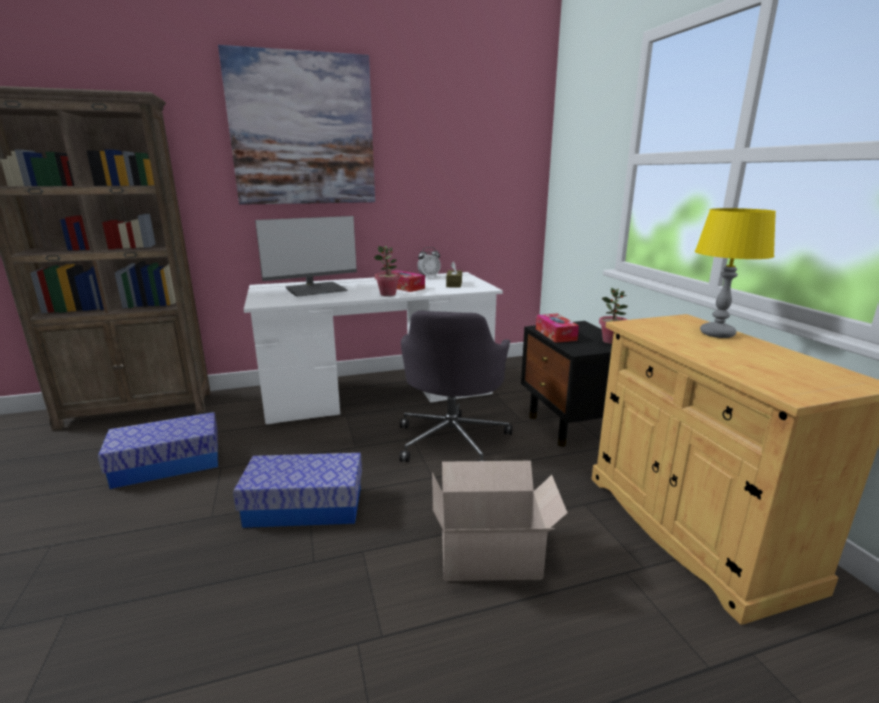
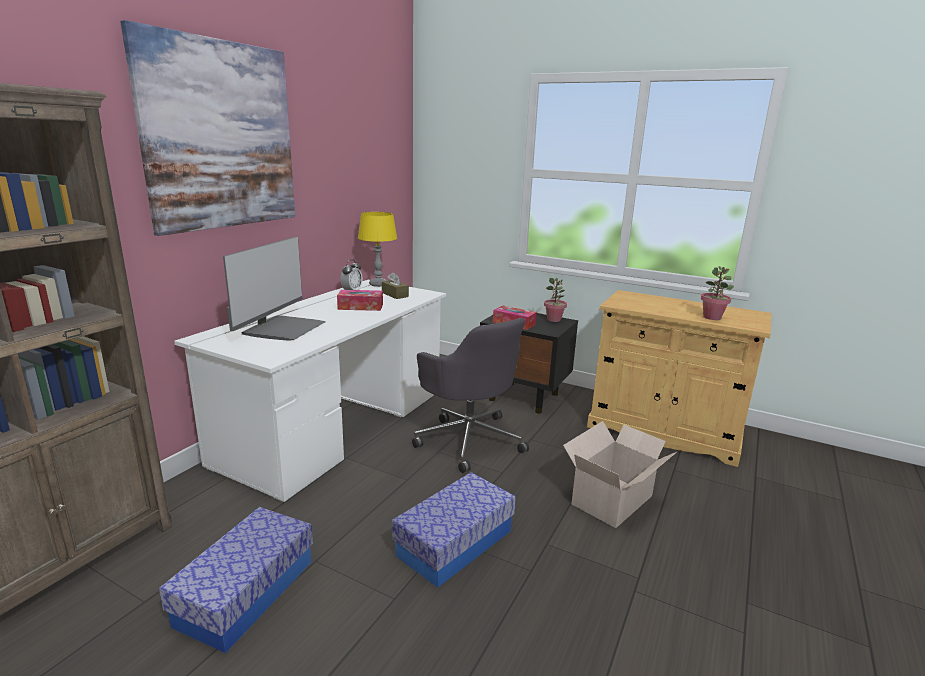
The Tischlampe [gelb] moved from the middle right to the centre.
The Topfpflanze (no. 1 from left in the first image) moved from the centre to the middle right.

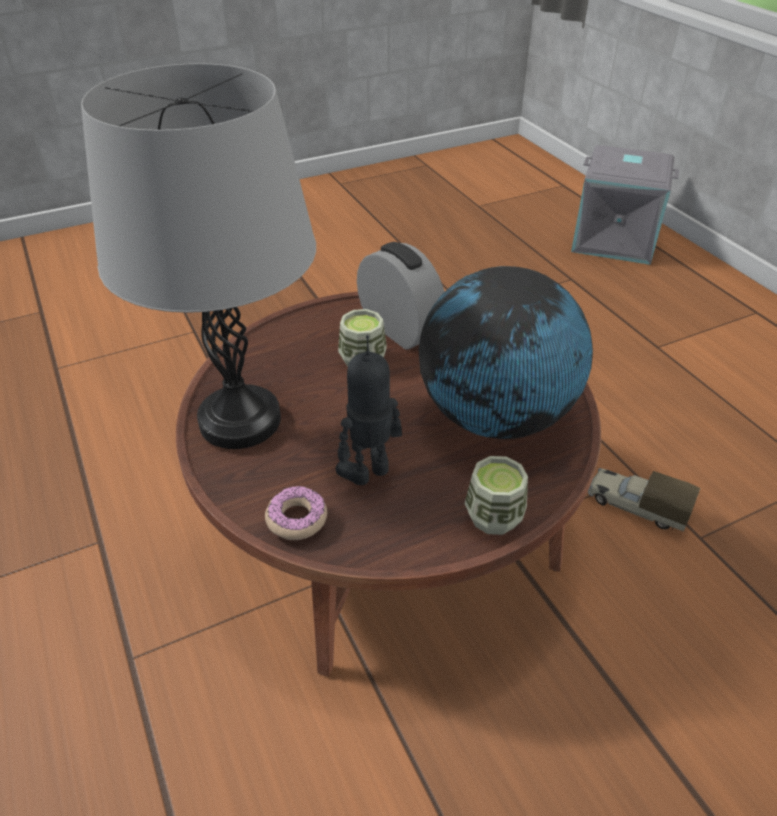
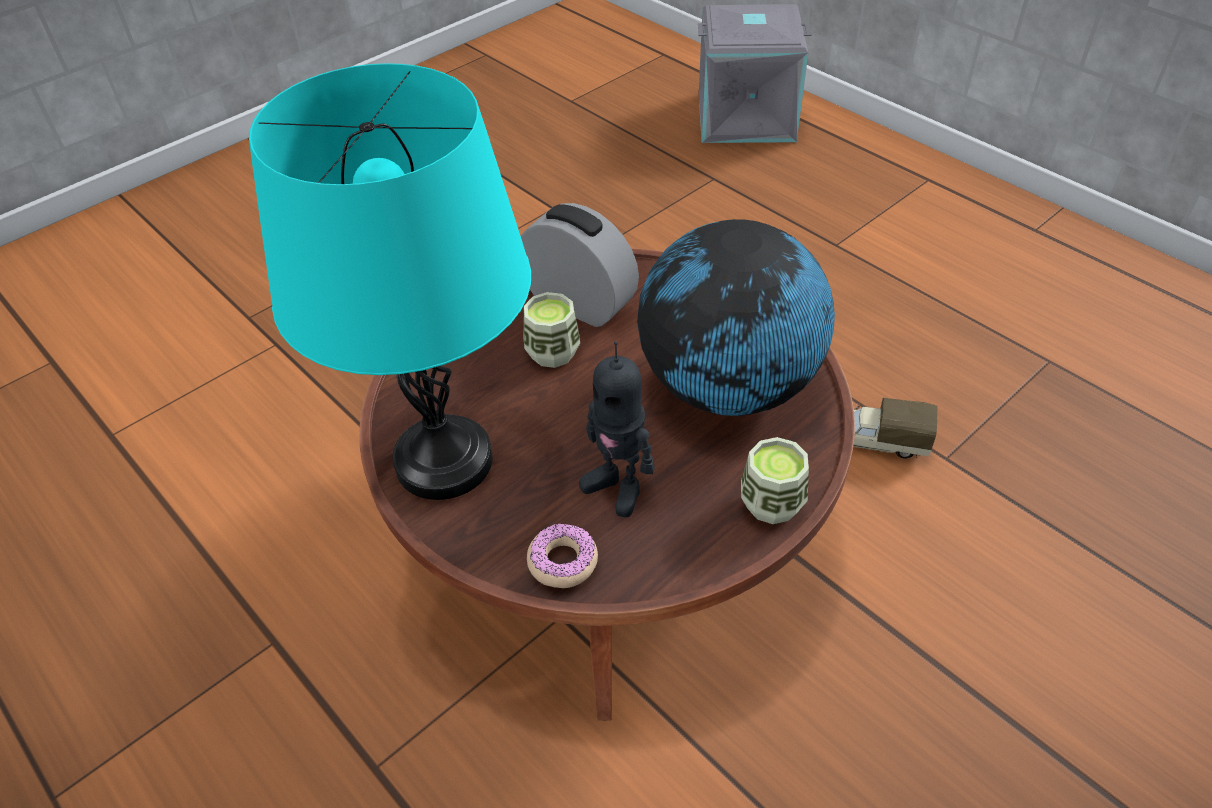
The Tischlampe [grau] at the top left became the Tischlampe [türkis] at the middle left.
The Spielzeugroboter at the centre turned 90 degrees counterclockwise.

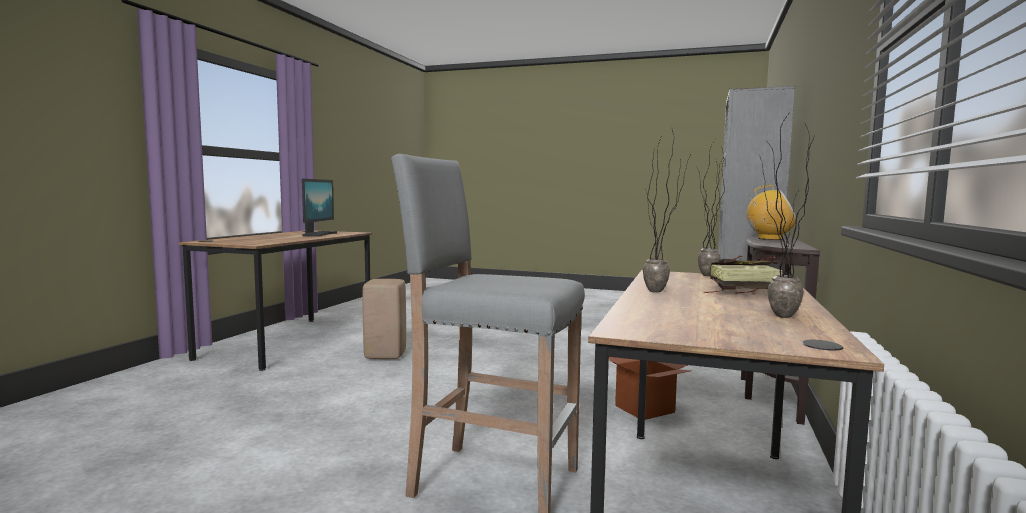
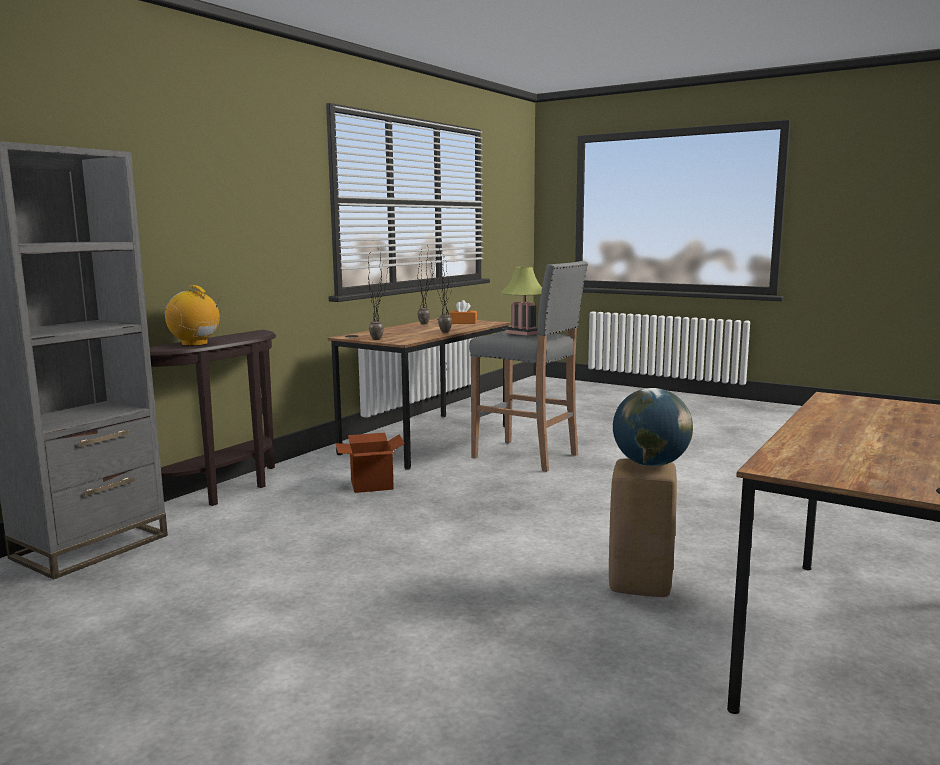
The Monitor at the middle left disappeared.
The Buch at the middle right disappeared.
The Tischlampe at the centre appeared.
The Taschentuchbox [orange] at the centre appeared.
The Globus at the middle right appeared.

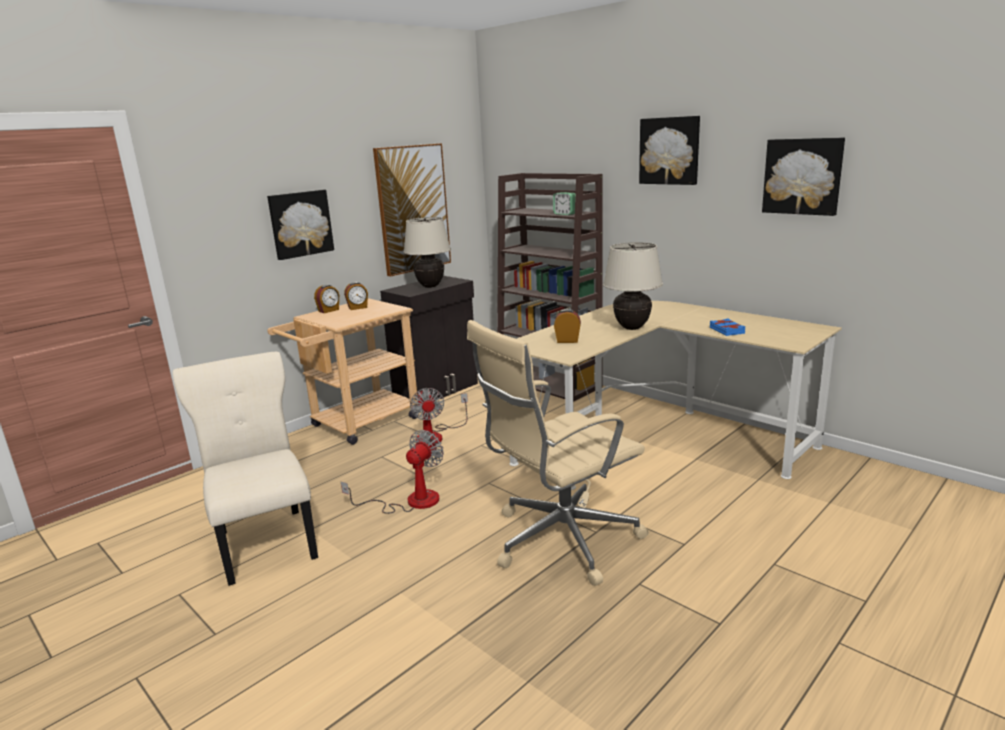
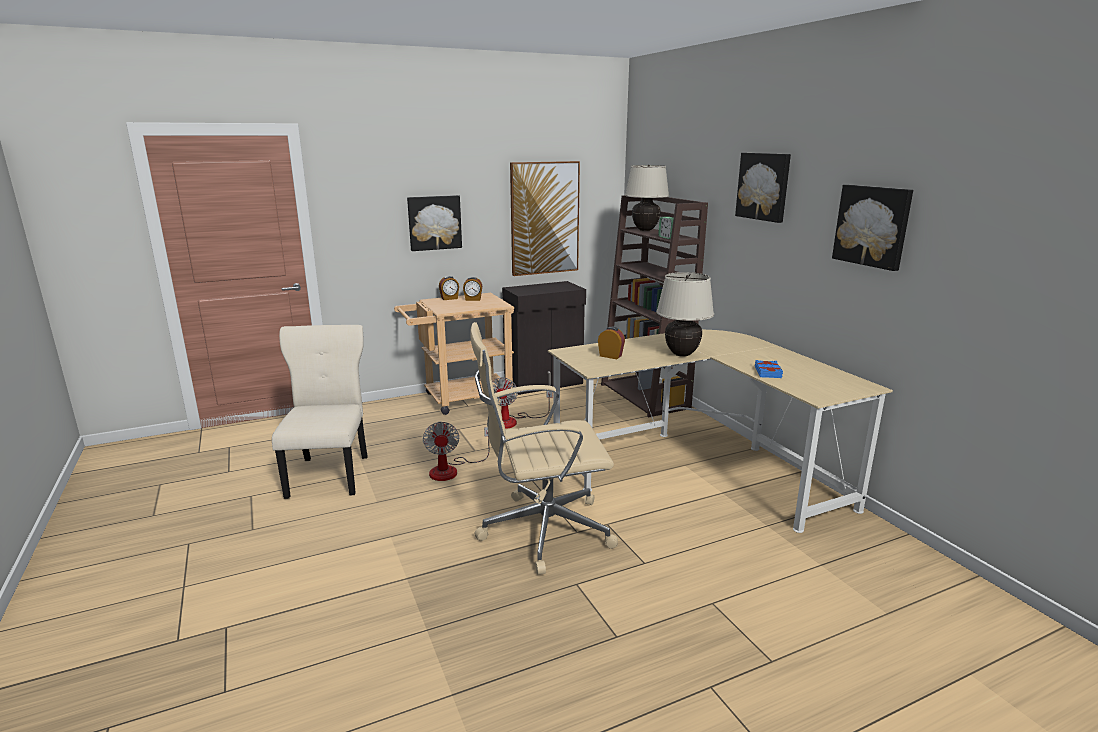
The Tischlampe [beige] (no. 1 from left) moved from the centre to the top centre.
The Ventilator (no. 1 from left) at the centre turned 120 degrees clockwise.

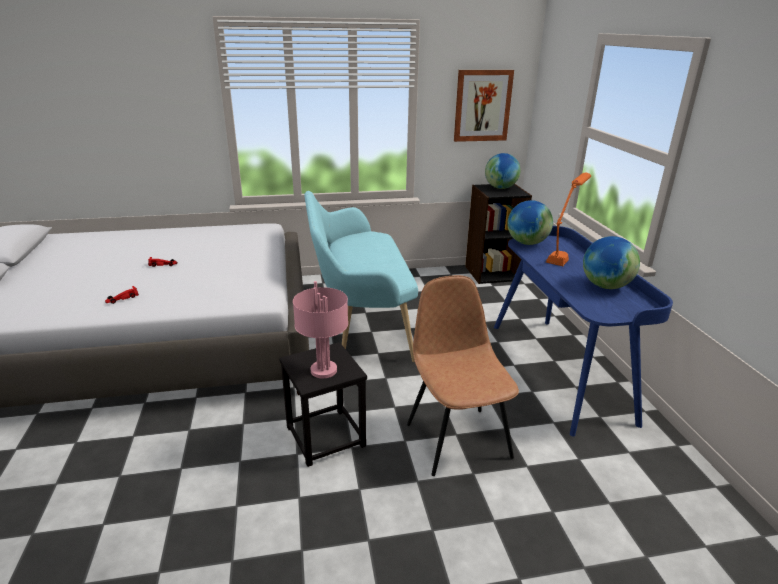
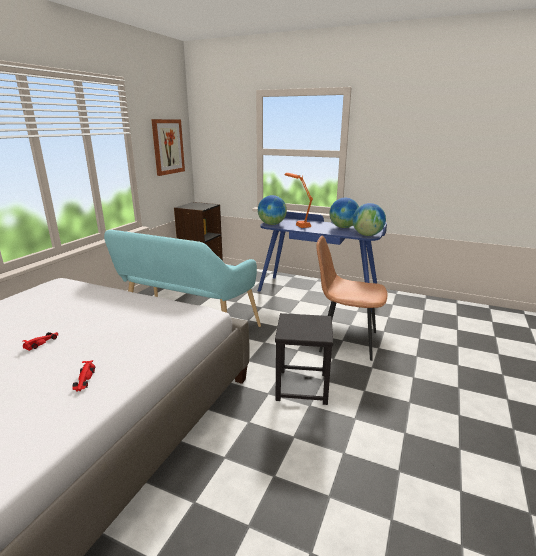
The Globus (no. 1 from left in the first image) moved from the top centre to the middle right.
The Tischlampe [rosa] at the centre disappeared.

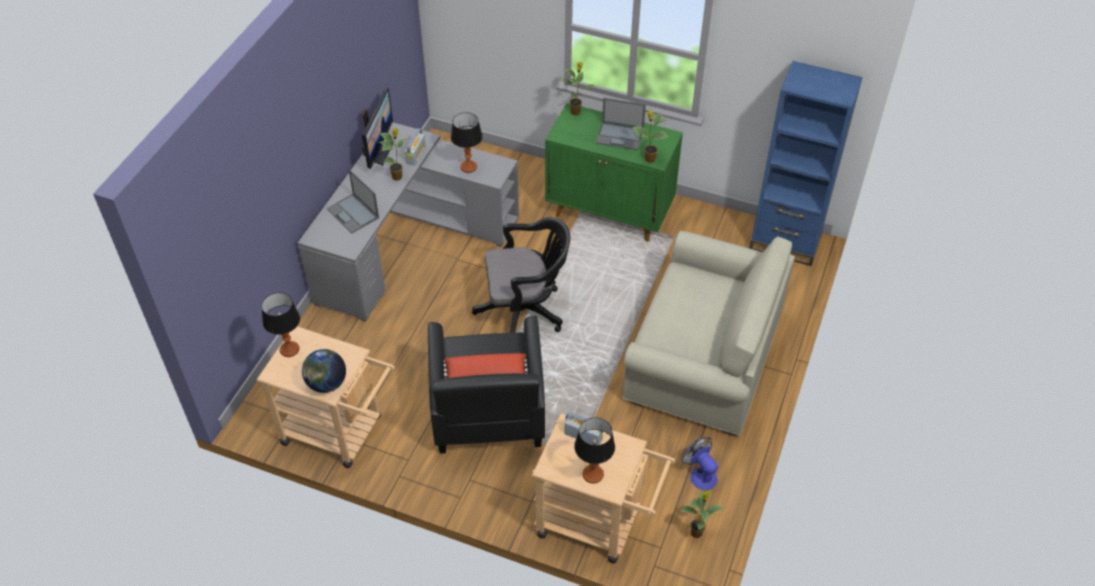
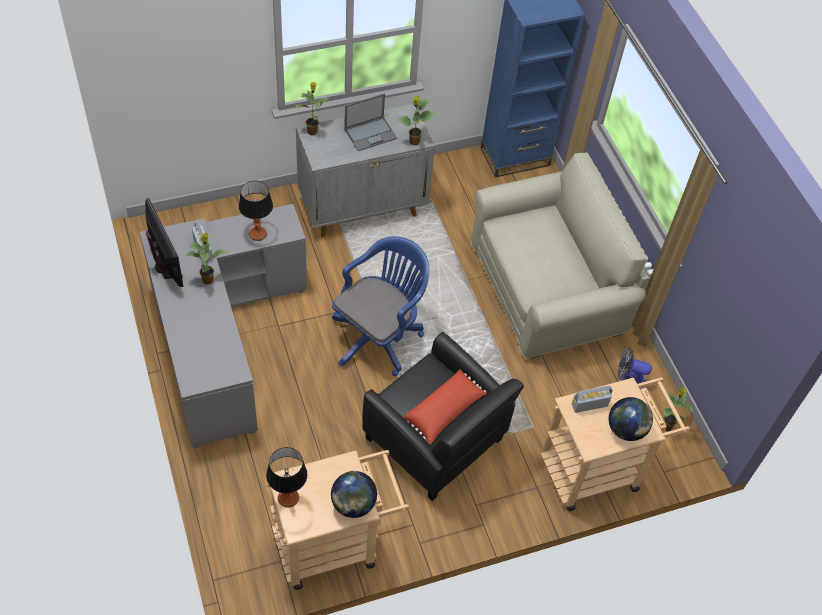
The Schrank [grün] at the top centre became the Schrank [grau] at the top centre.
The Laptop (no. 1 from left) at the middle left disappeared.
The Bürostuhl [schwarz] at the centre became the Bürostuhl [blau] at the centre.
The Tischlampe (no. 3 from left) at the bottom centre was replaced by the Globus (no. 2 from left) at the bottom right.

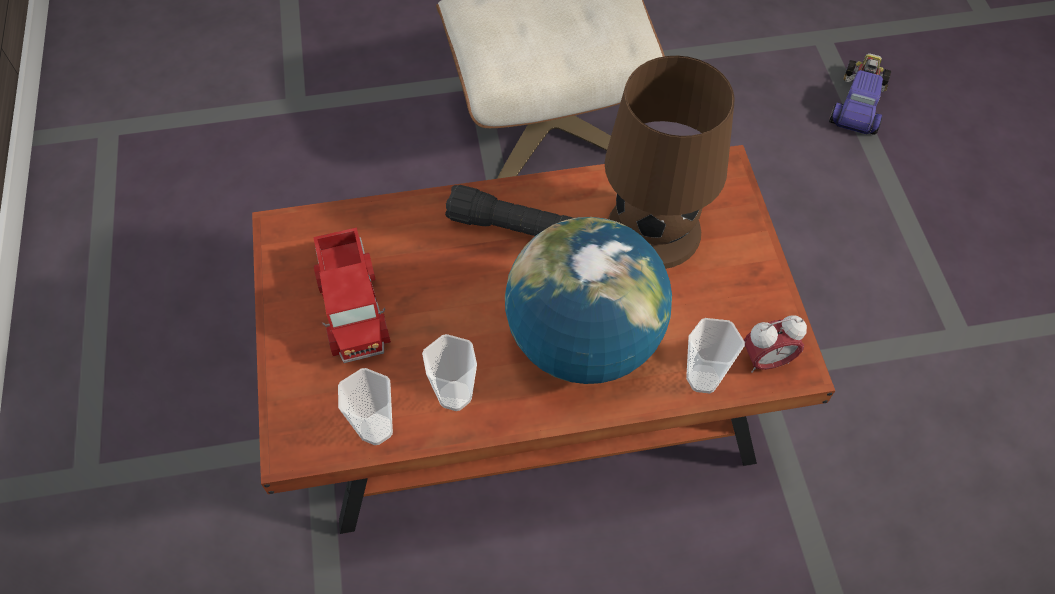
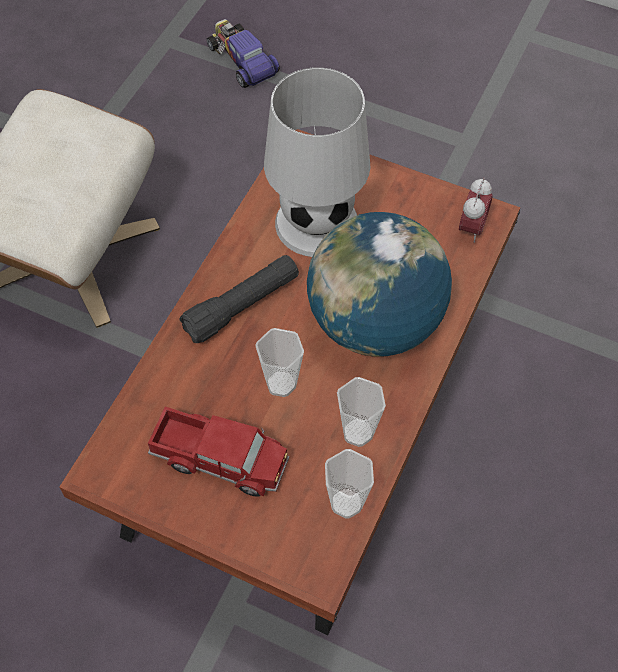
The Tischlampe [braun] at the top centre became the Tischlampe [weiß] at the top centre.
The Tasse (no. 3 from left in the first image) moved from the middle right to the centre.

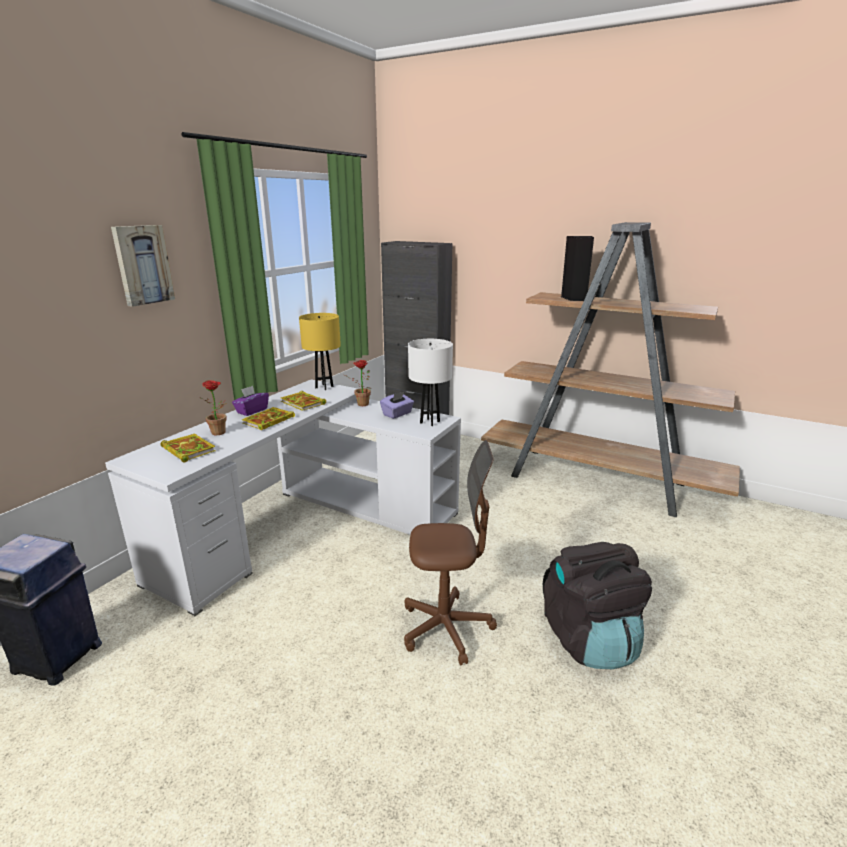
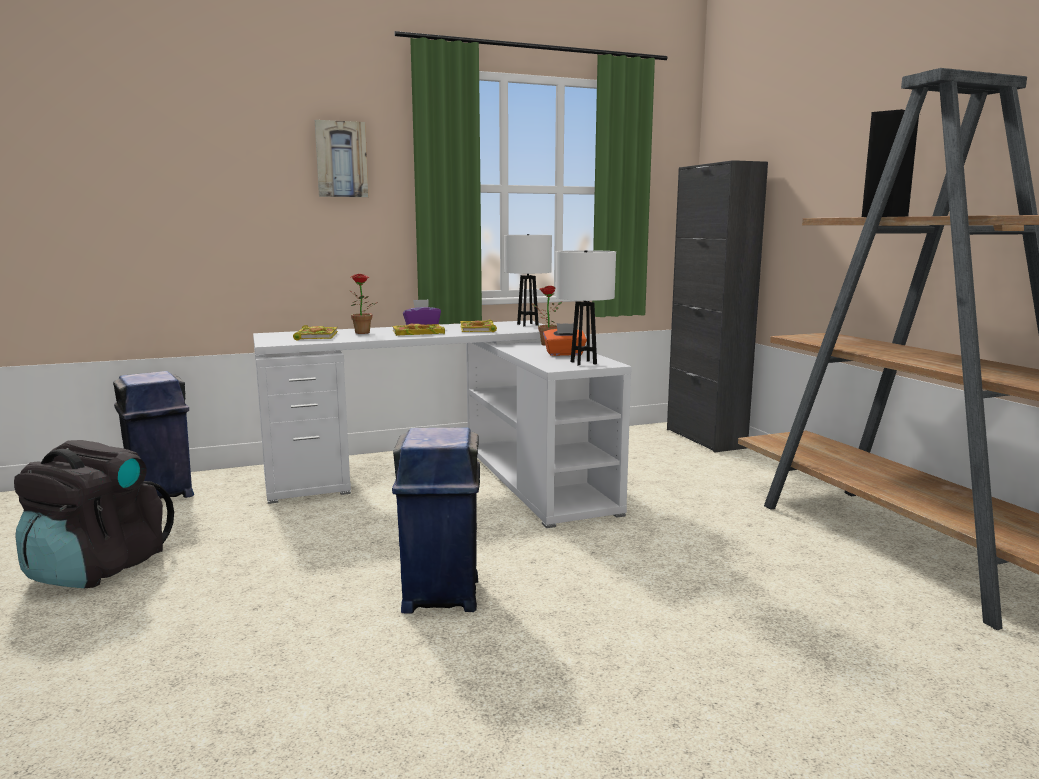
The Tischlampe [gelb] at the centre became the Tischlampe [weiß] (no. 1 from left) at the centre.
The Taschentuchbox [lila] (no. 2 from left) at the centre became the Taschentuchbox [orange] at the centre.
The Bürostuhl [braun] at the centre was replaced by the Mülleimer [blau] (no. 2 from left) at the bottom centre.
The Rucksack [schwarz] moved from the bottom right to the middle left.

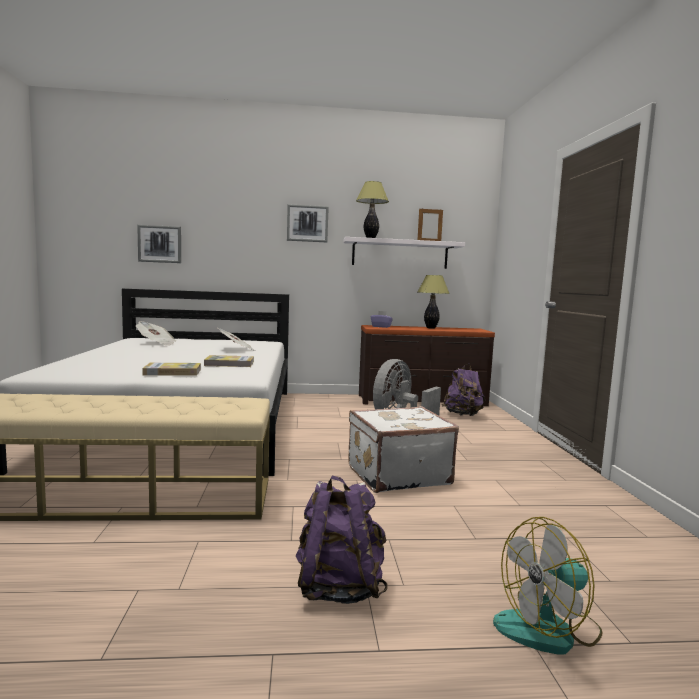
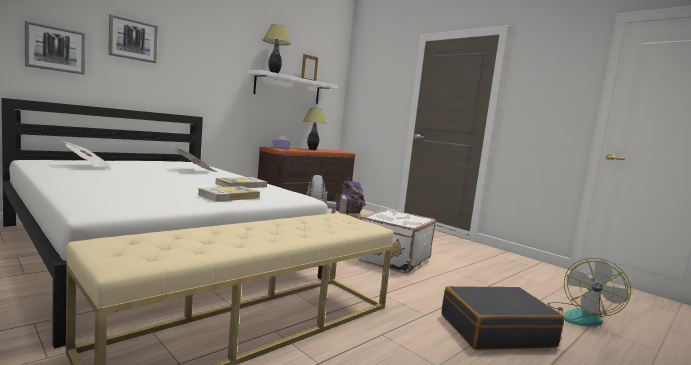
The Bild (no. 2 from left) moved from the top centre to the top left.
The Rucksack [lila] (no. 1 from left) at the bottom centre was replaced by the Koffer [schwarz] at the bottom right.

